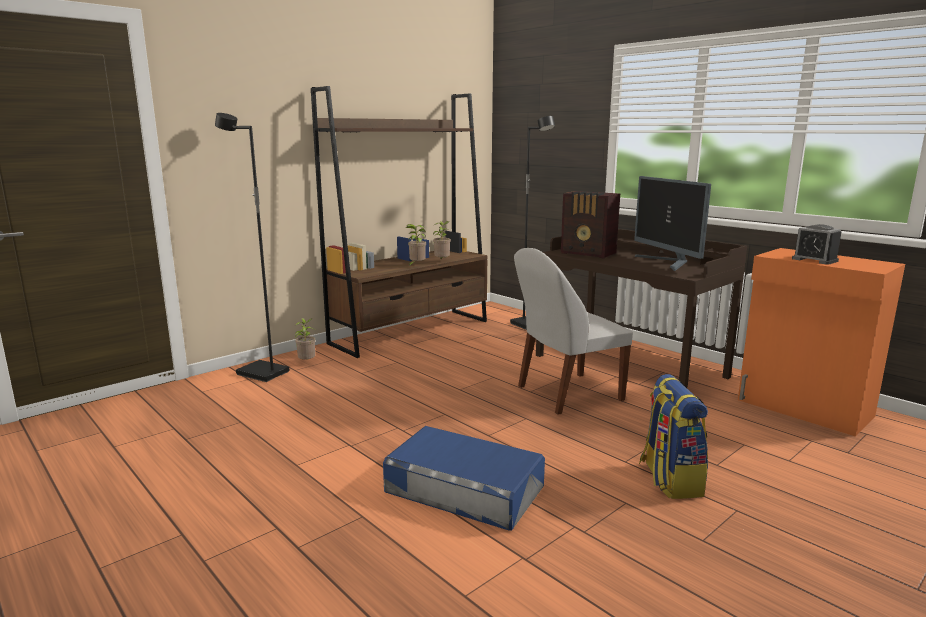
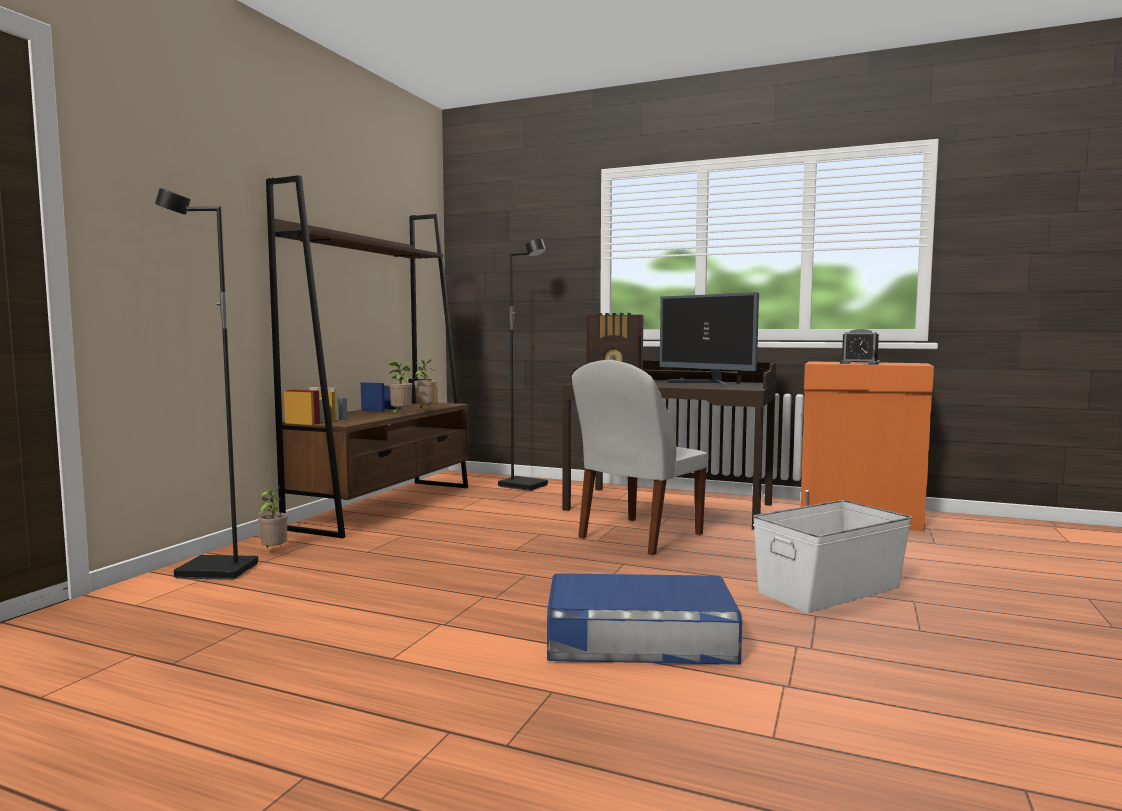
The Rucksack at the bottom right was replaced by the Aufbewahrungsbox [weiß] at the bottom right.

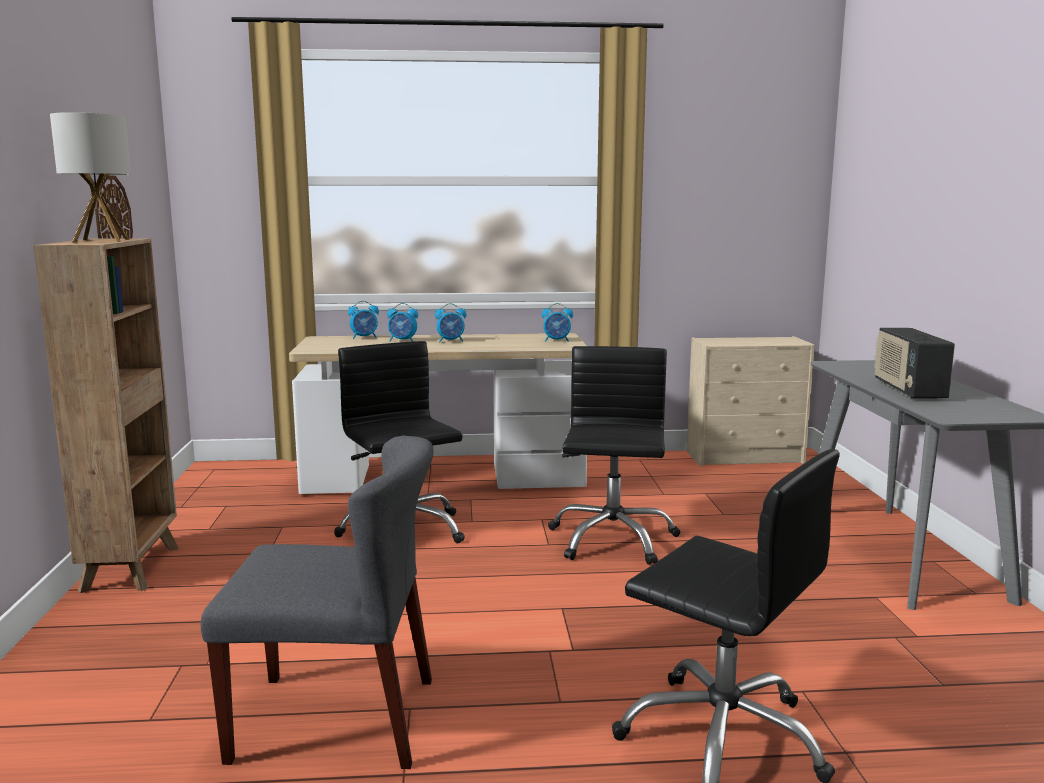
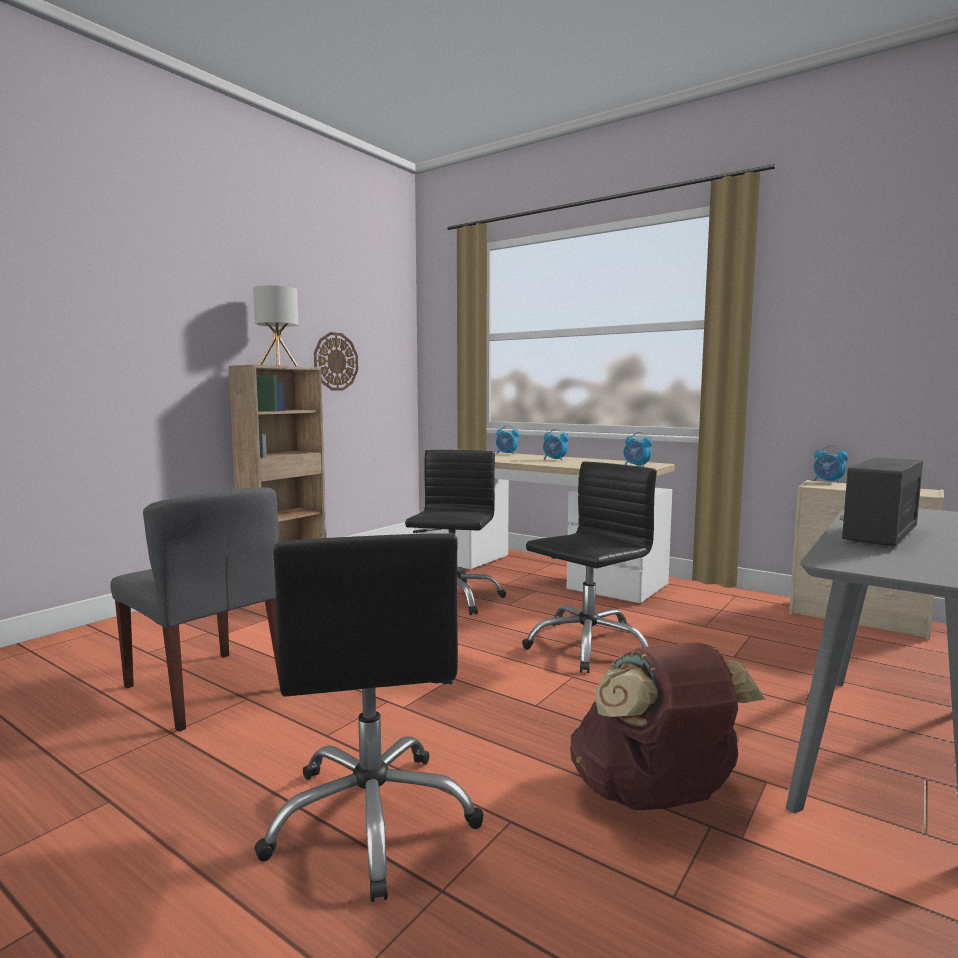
The Wecker (no. 2 from left in the first image) moved from the centre to the middle right.
The Rucksack [braun] at the bottom right appeared.

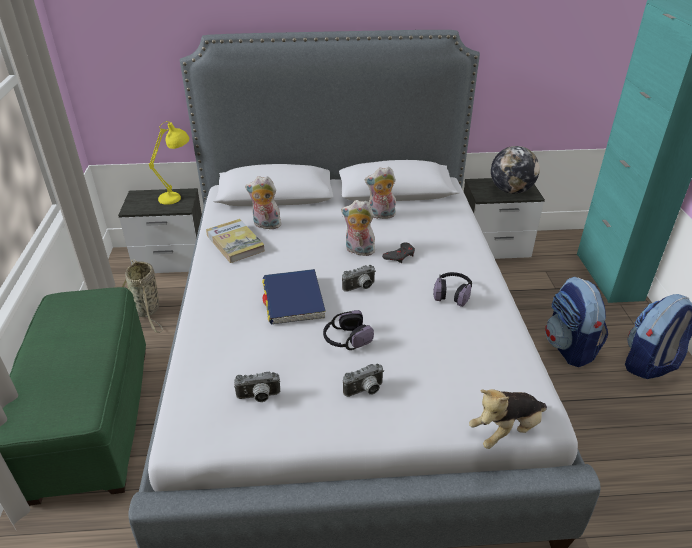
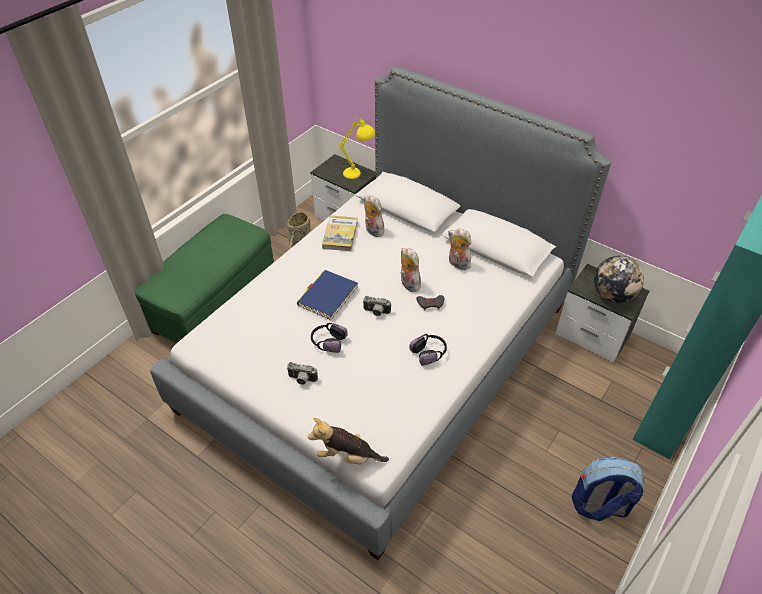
The Rucksack (no. 1 from left) at the middle right disappeared.
The Kamera (no. 1 from left) at the bottom centre disappeared.

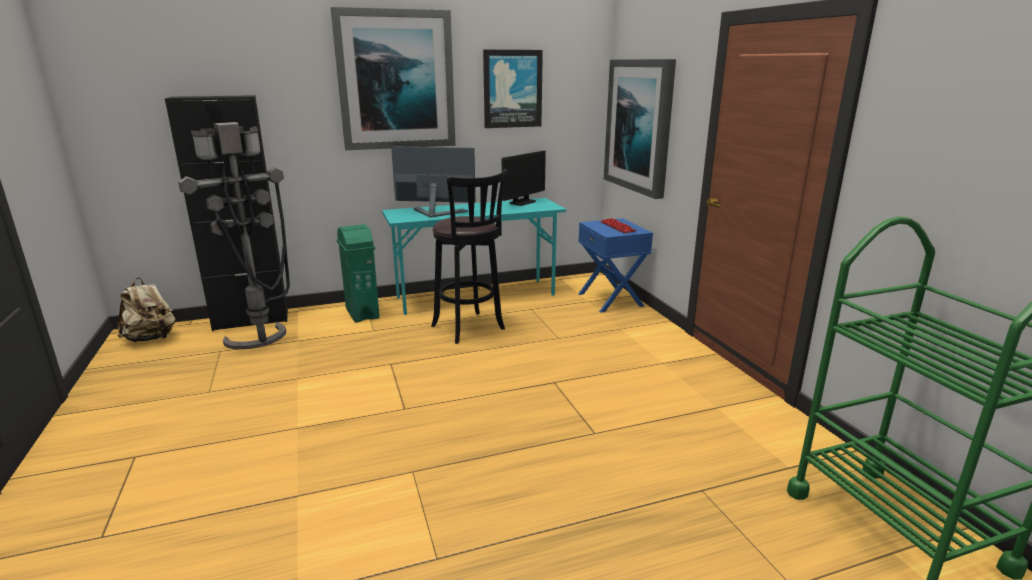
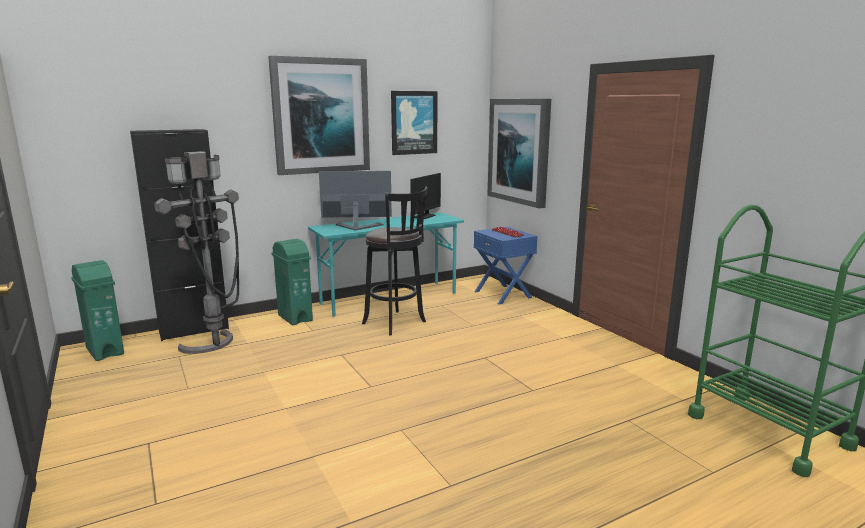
The Rucksack [beige] at the middle left was replaced by the Mülleimer [grün] (no. 1 from left) at the middle left.

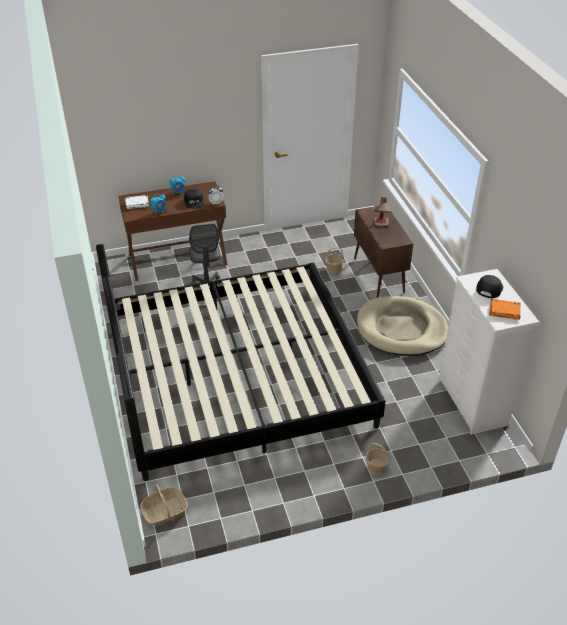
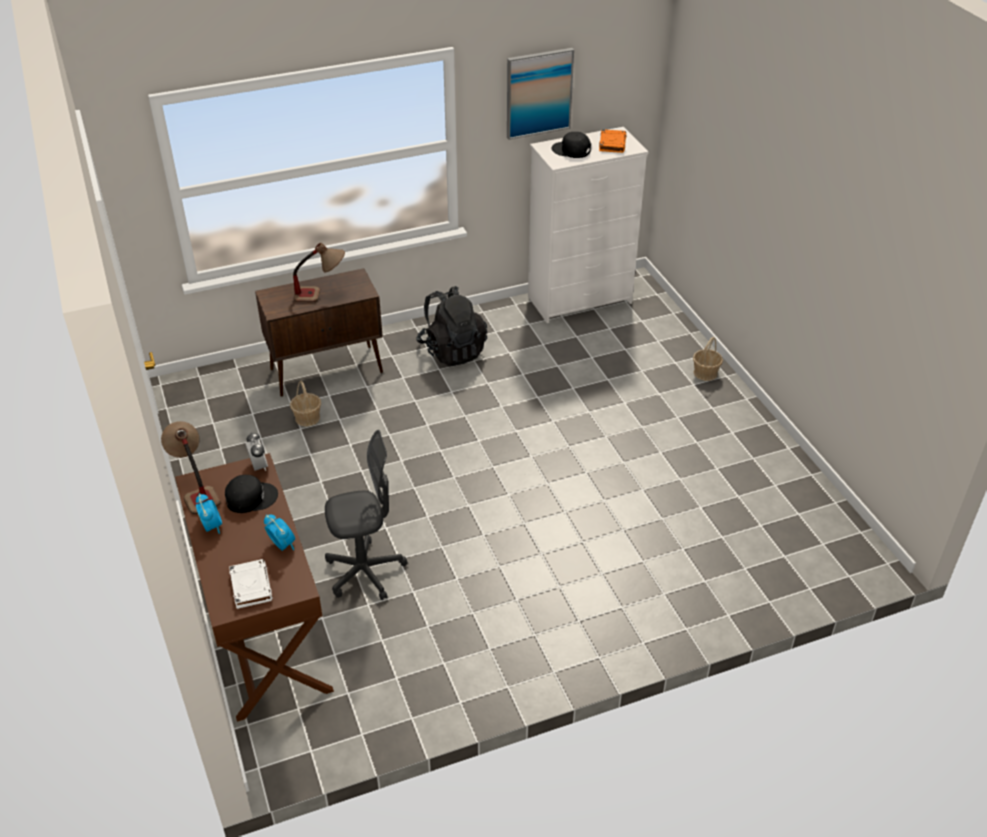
The Bett at the centre disappeared.
The Hundebett [beige] at the middle right was replaced by the Rucksack [schwarz] at the centre.
The Korb (no. 1 from left) at the bottom left disappeared.
The Bild at the top centre appeared.
The Tischlampe (no. 1 from left) at the middle left appeared.

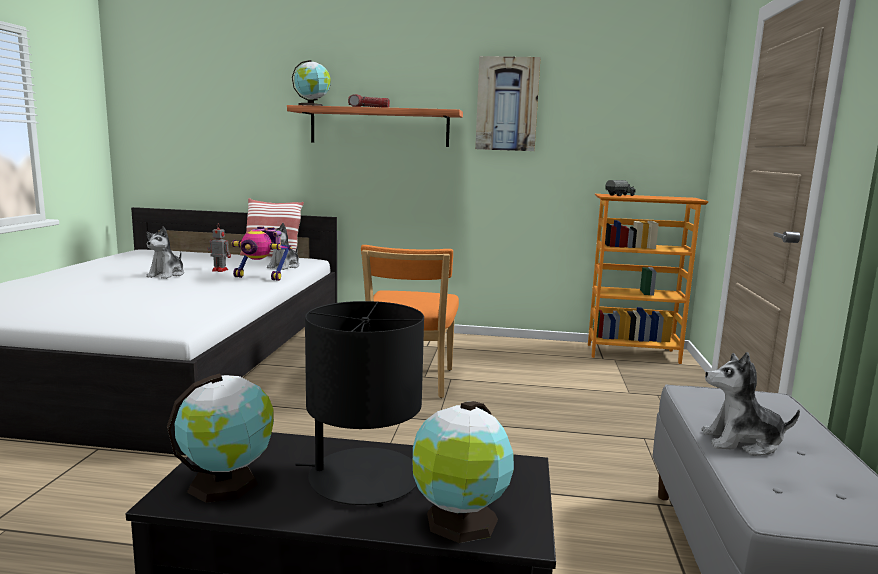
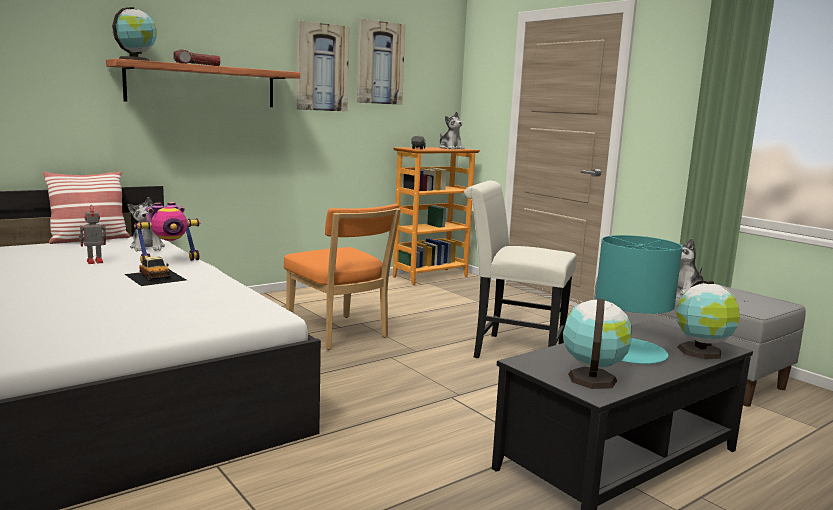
The Plüschtier (no. 1 from left in the first image) moved from the middle left to the top centre.
The Tischlampe [schwarz] at the bottom centre became the Tischlampe [türkis] at the middle right.
The Bild (no. 2 from left) at the top centre appeared.
The Stuhl [weiß] at the centre appeared.
The Spielzeugauto at the middle left appeared.

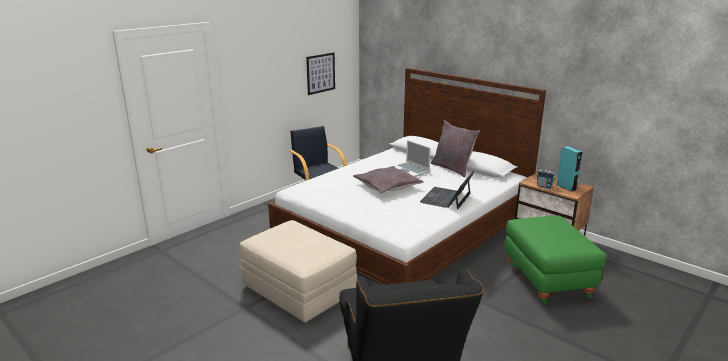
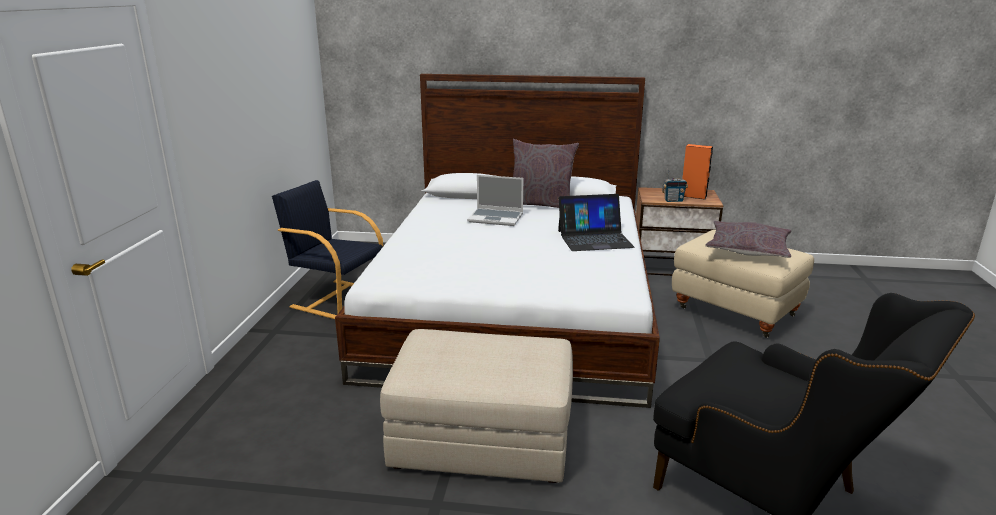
The Bild at the top centre disappeared.
The Lautsprecher [türkis] at the middle right became the Lautsprecher [orange] at the middle right.
The Kissen [grau] (no. 1 from left in the first image) moved from the centre to the middle right.
The Laptop (no. 2 from left) at the centre turned 90 degrees counterclockwise.
The Polsterhocker [grün] at the bottom right became the Polsterhocker [beige] (no. 2 from left) at the middle right.

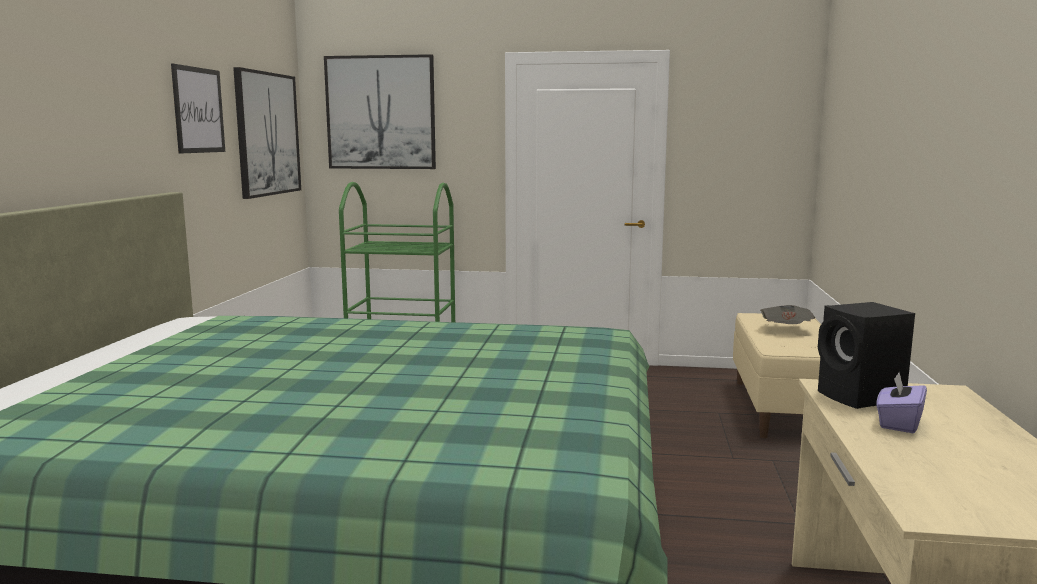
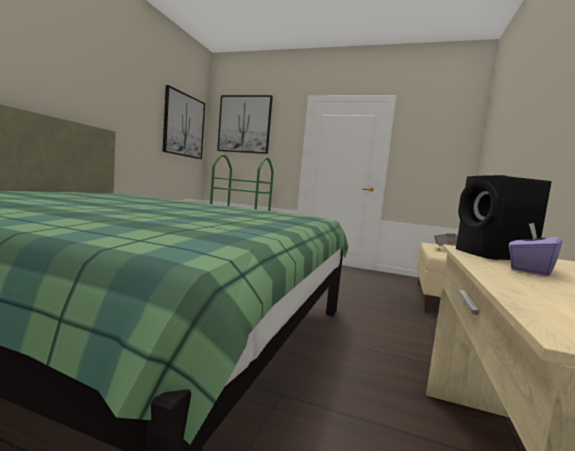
The Bild (no. 1 from left) at the top left disappeared.

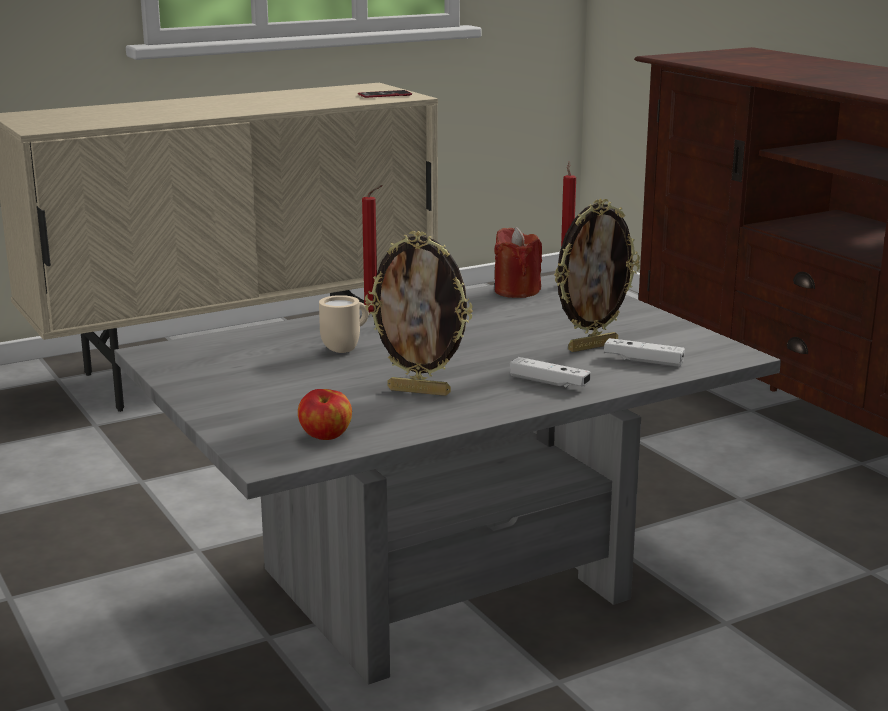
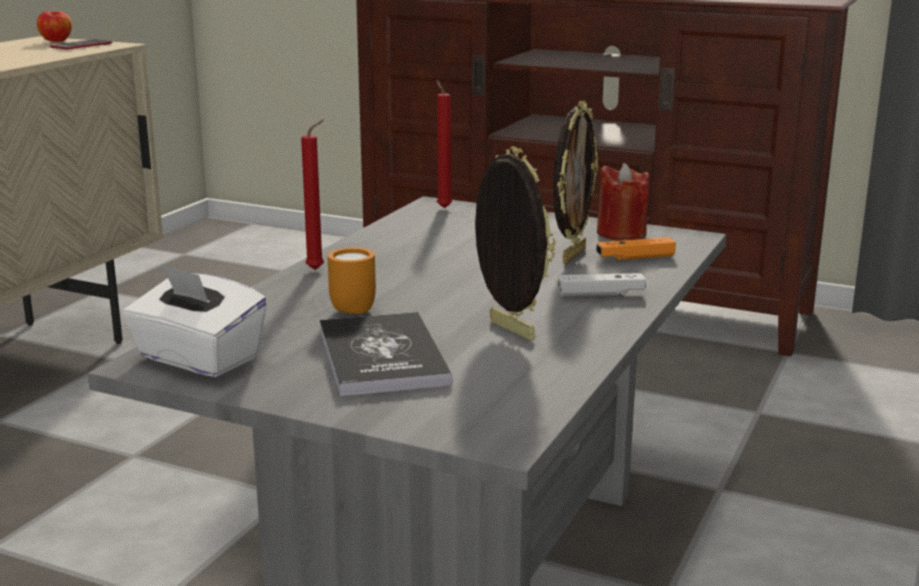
The Kerze [rot] (no. 2 from left in the first image) moved from the centre to the middle right.
The Bilderrahmen (no. 1 from left) at the centre turned 105 degrees counterclockwise.
The Henkelbecher [beige] at the centre became the Henkelbecher [orange] at the centre.
The Gamepad [weiß] (no. 2 from left) at the middle right became the Gamepad [orange] at the middle right.
The Apfel moved from the centre to the top left.
The Taschentuchbox [weiß] at the middle left appeared.
The Buch at the centre appeared.

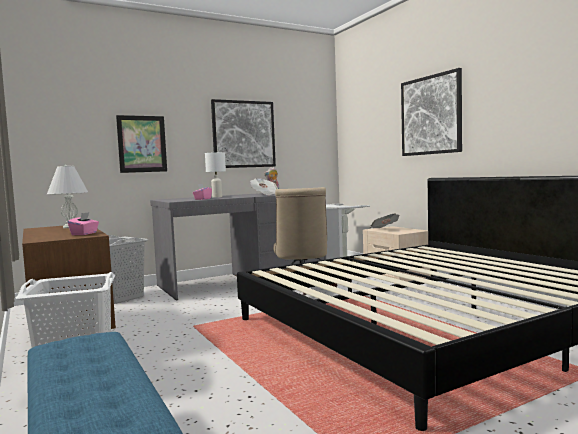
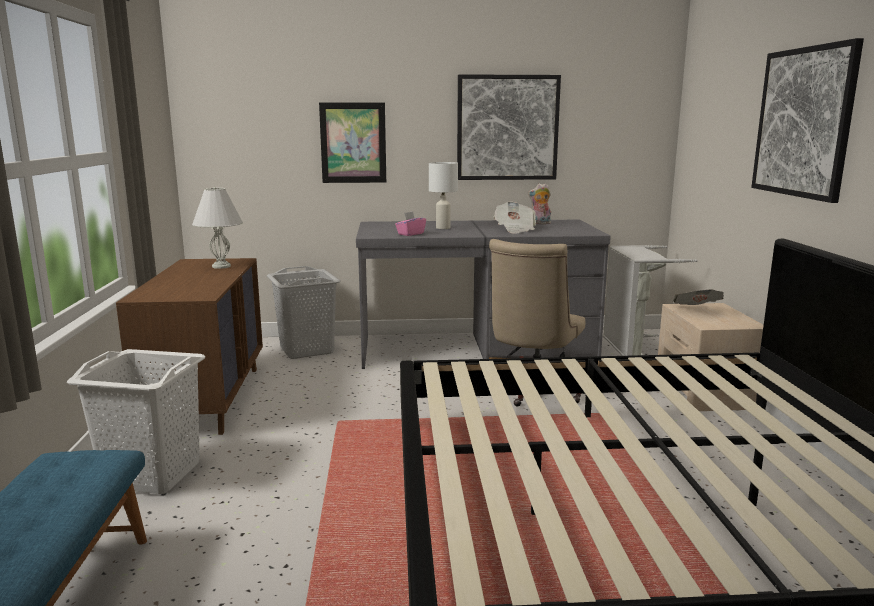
The Taschentuchbox [rosa] (no. 1 from left) at the middle left disappeared.

